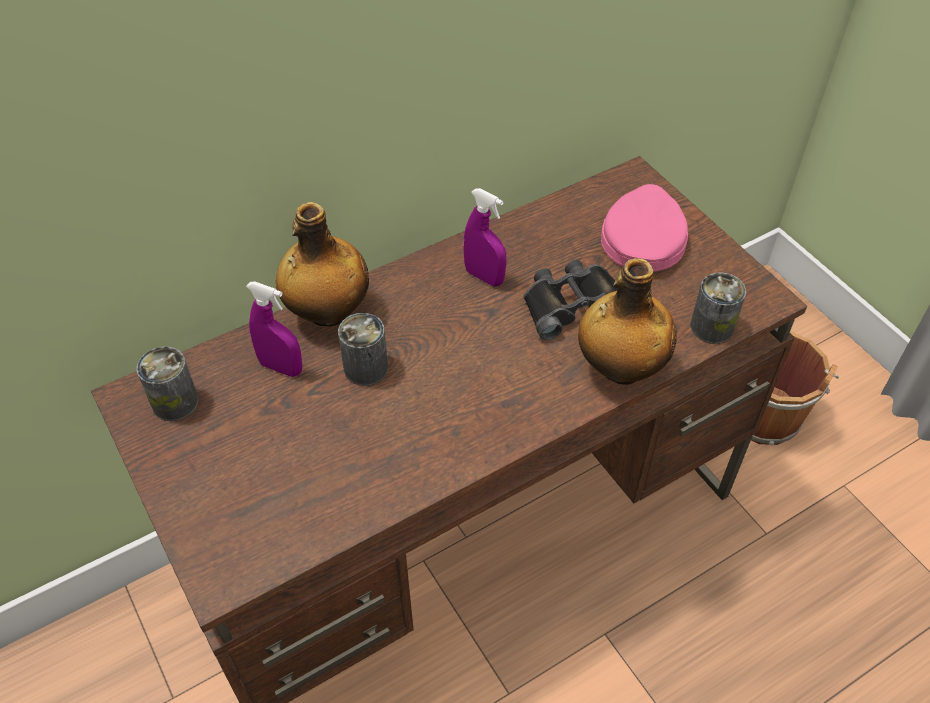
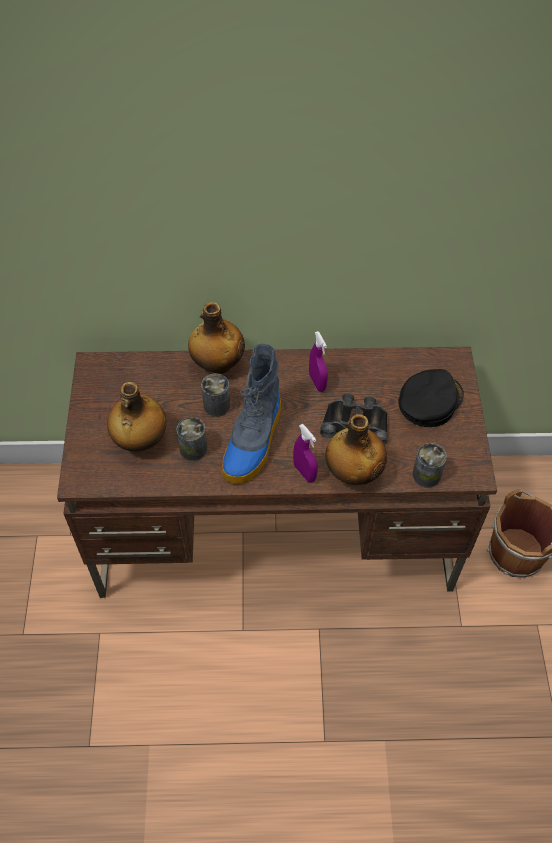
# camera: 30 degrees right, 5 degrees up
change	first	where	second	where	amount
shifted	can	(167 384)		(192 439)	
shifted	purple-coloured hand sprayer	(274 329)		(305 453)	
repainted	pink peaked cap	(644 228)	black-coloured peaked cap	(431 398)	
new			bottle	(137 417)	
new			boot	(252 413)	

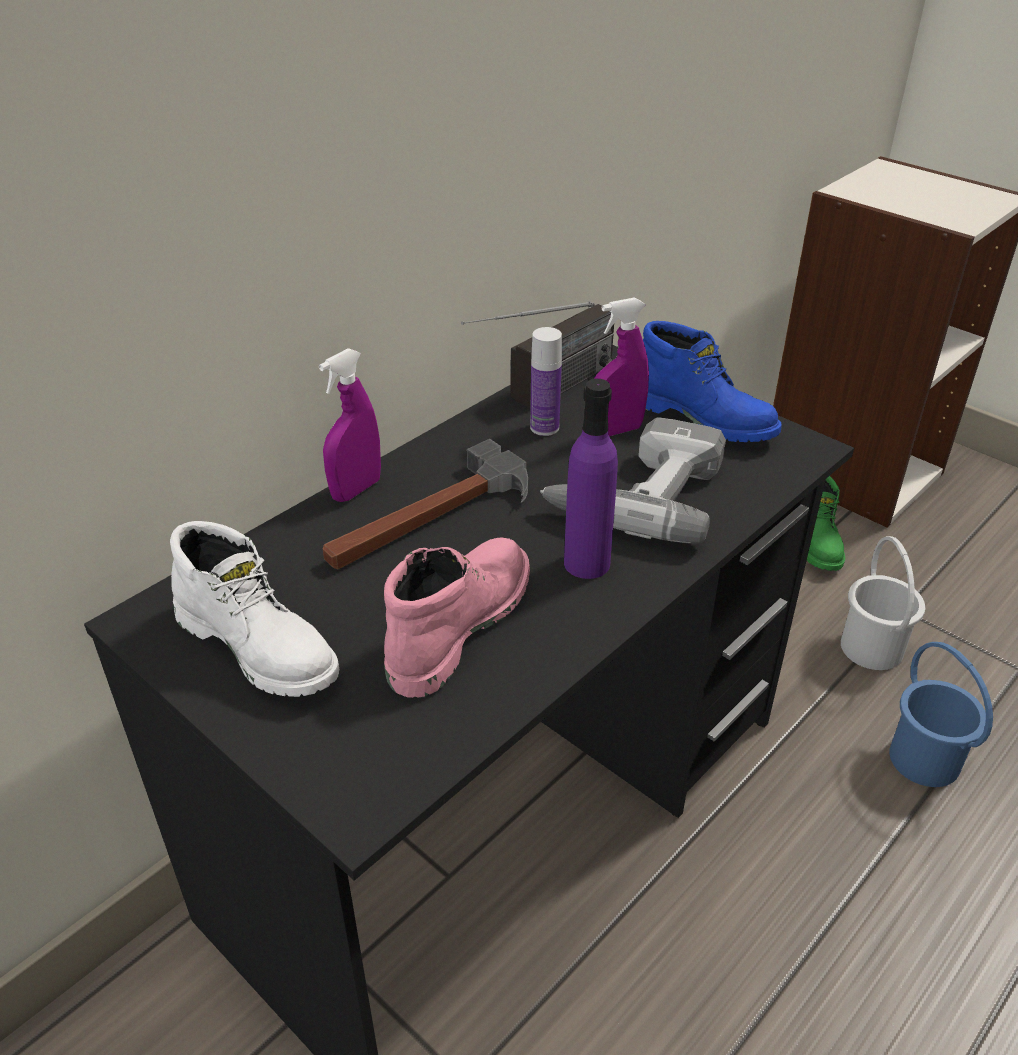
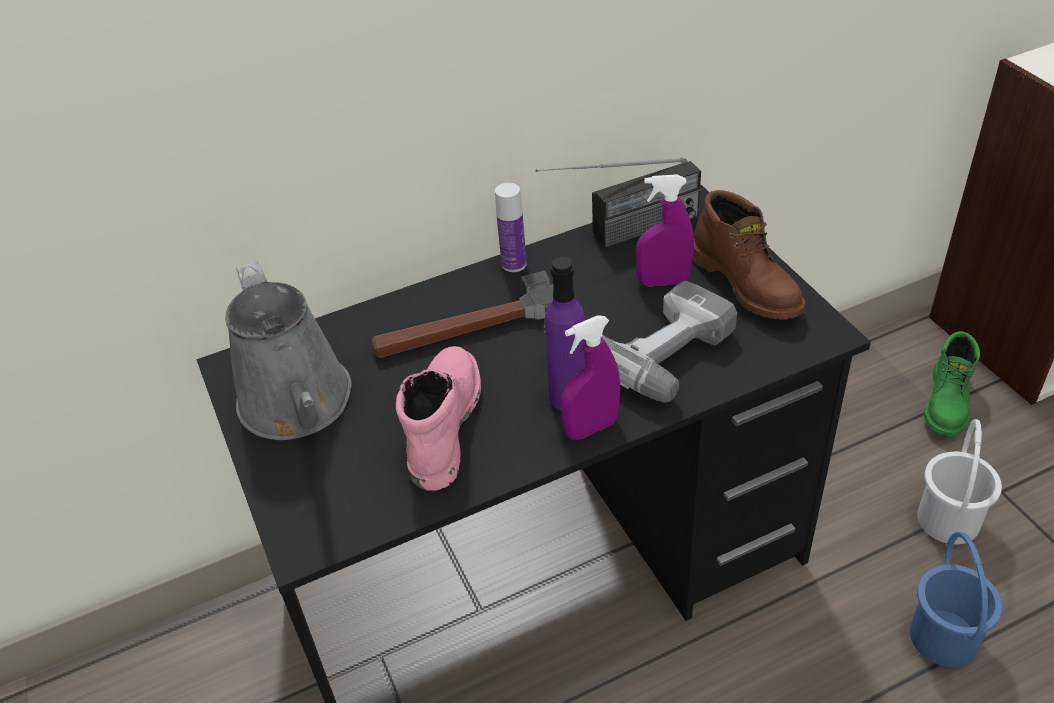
# camera: 25 degrees right, 5 degrees up
change	first	where	second	where	amount
swapped	white boot	(254 609)	gray watering can	(288 350)	
shifted	purple-coloured hand sprayer	(350 425)		(590 377)	
rotated	pink boot	(457 617)		(438 418)	45 degrees counterclockwise
shifted	bottle	(546 381)		(511 227)	
repainted	blue-coloured boot	(712 381)	brown-coloured boot	(749 255)	

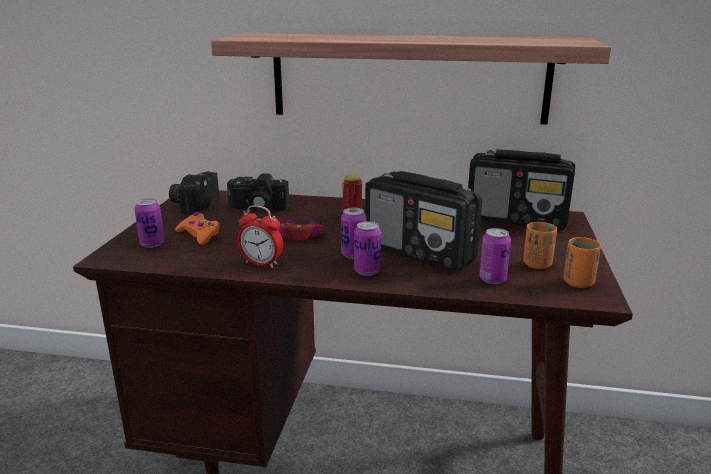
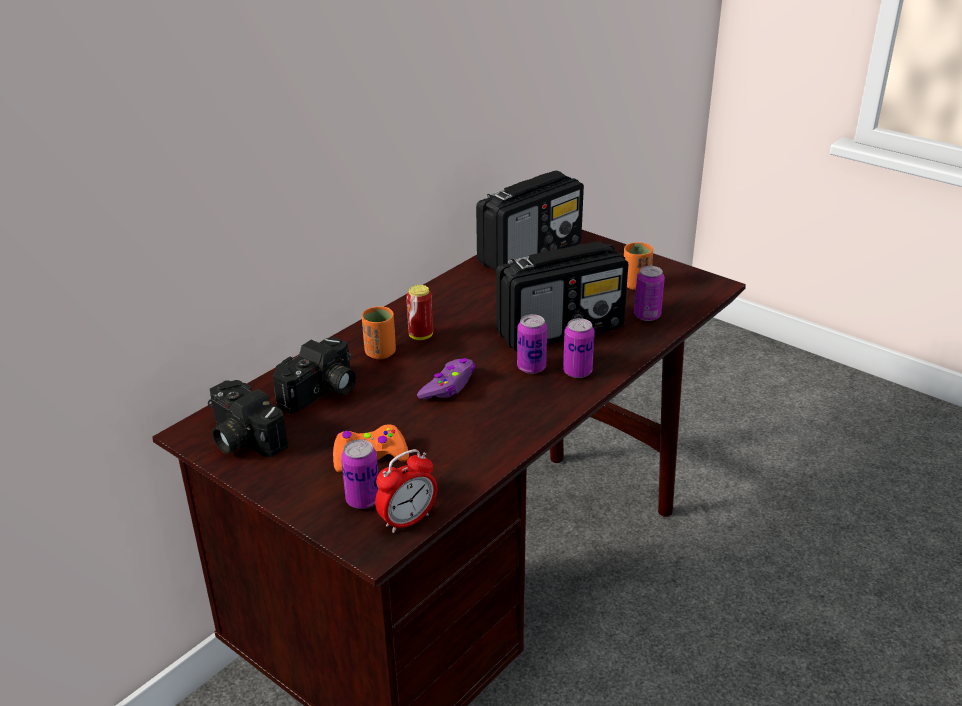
# camera: 60 degrees left, 10 degrees up
change	first	where	second	where	amount
gone	wall shelf	(411 79)			
shifted	alarm clock	(260 236)		(406 491)	
repainted	red-coloured gamepad	(302 230)	purple-coloured gamepad	(446 379)	
shifted	orangey small cup	(582 262)		(379 332)	

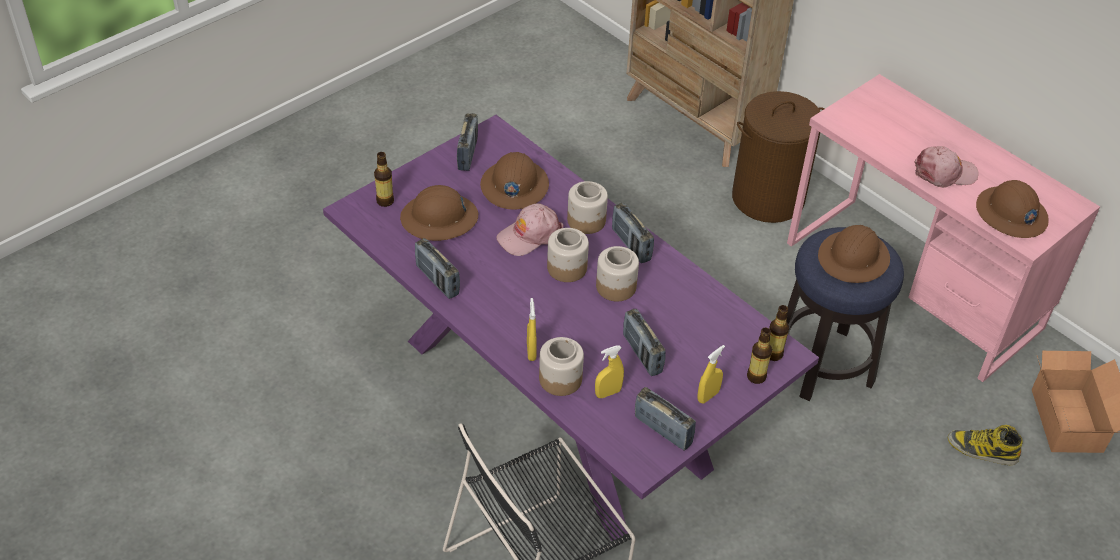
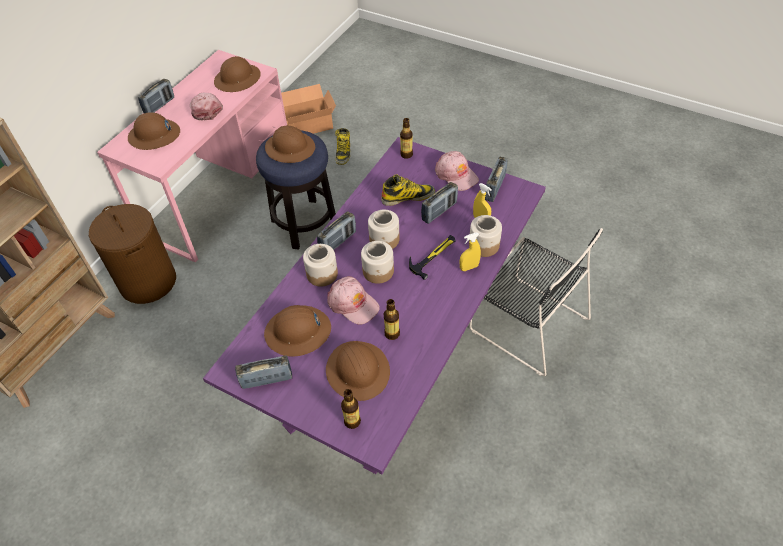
# camera: 105 degrees left, 5 degrees up
change	first	where	second	where	amount
shifted	radio set	(437 268)		(156 96)	
swapped	yellowish hand sprayer	(711 374)	pink peaked cap	(457 171)	
shifted	bottle	(759 356)		(392 319)	
new			brown-coloured safety helmet	(154 131)	
new			boot	(408 190)	
new			hammer	(432 257)	

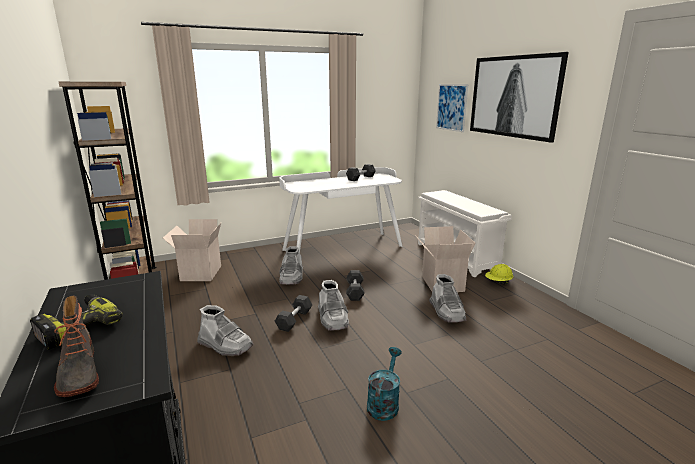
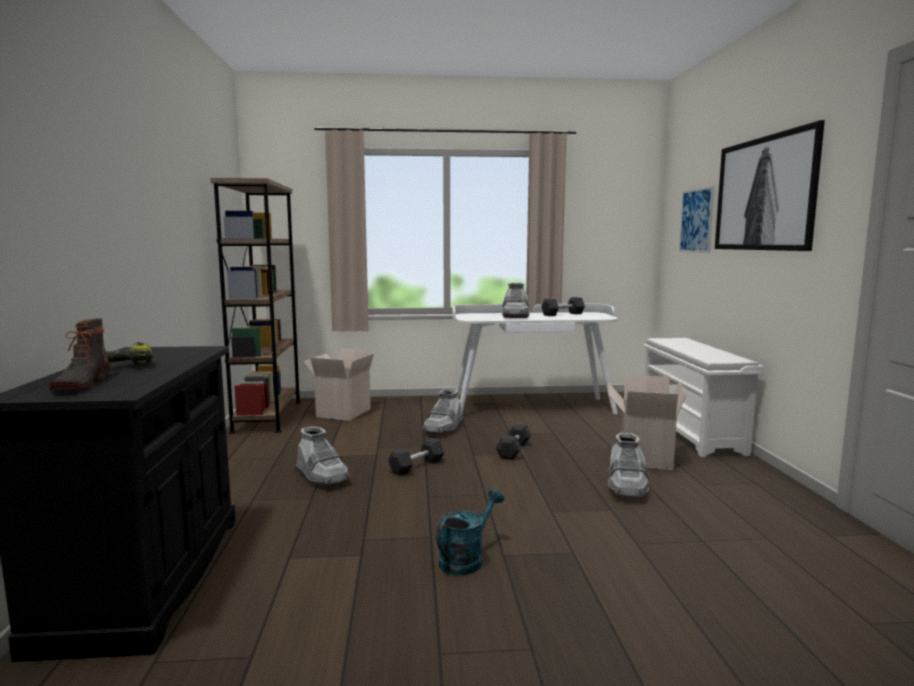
# camera: 20 degrees right, 10 degrees down
change	first	where	second	where	amount
shifted	gray boot	(333 305)		(516 300)	
gone	yellowish safety helmet	(499 274)			

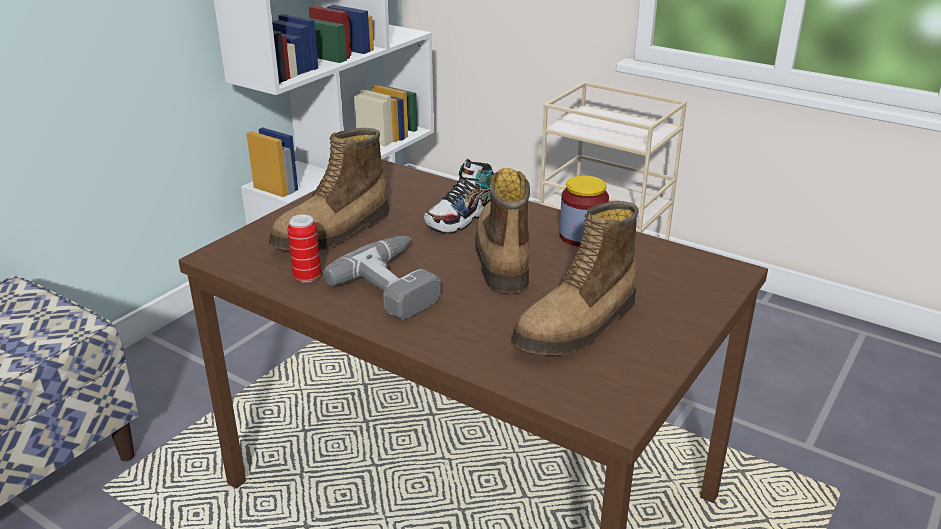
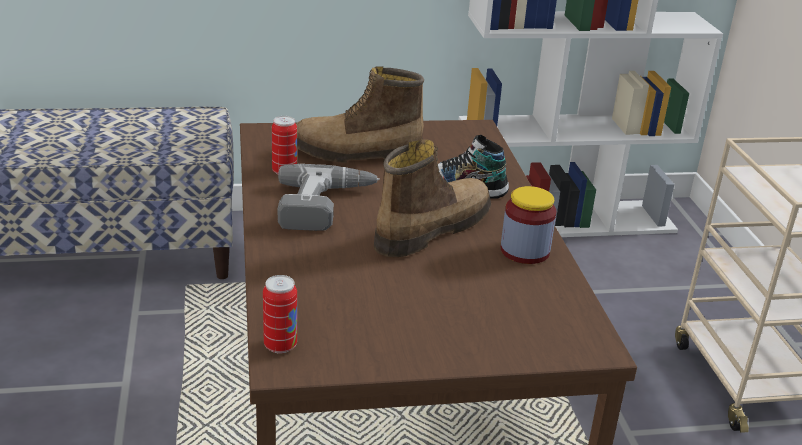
# camera: 45 degrees right, 0 degrees up
change	first	where	second	where	amount
gone	boot	(575 278)			
new			can	(280 314)	

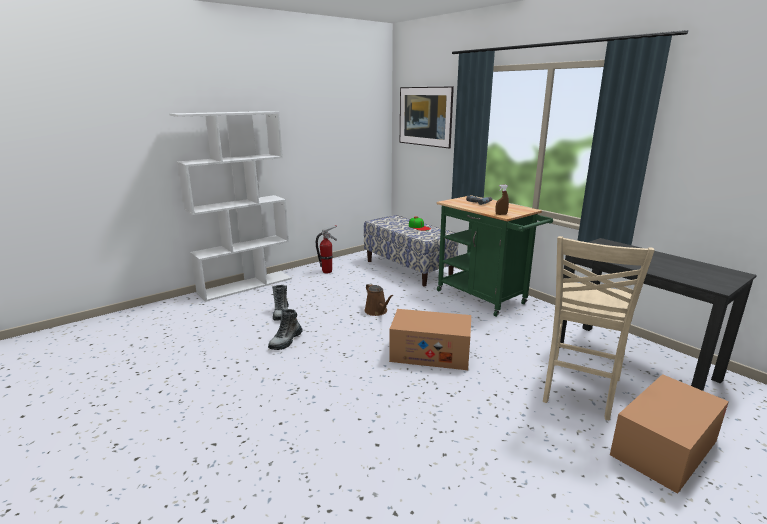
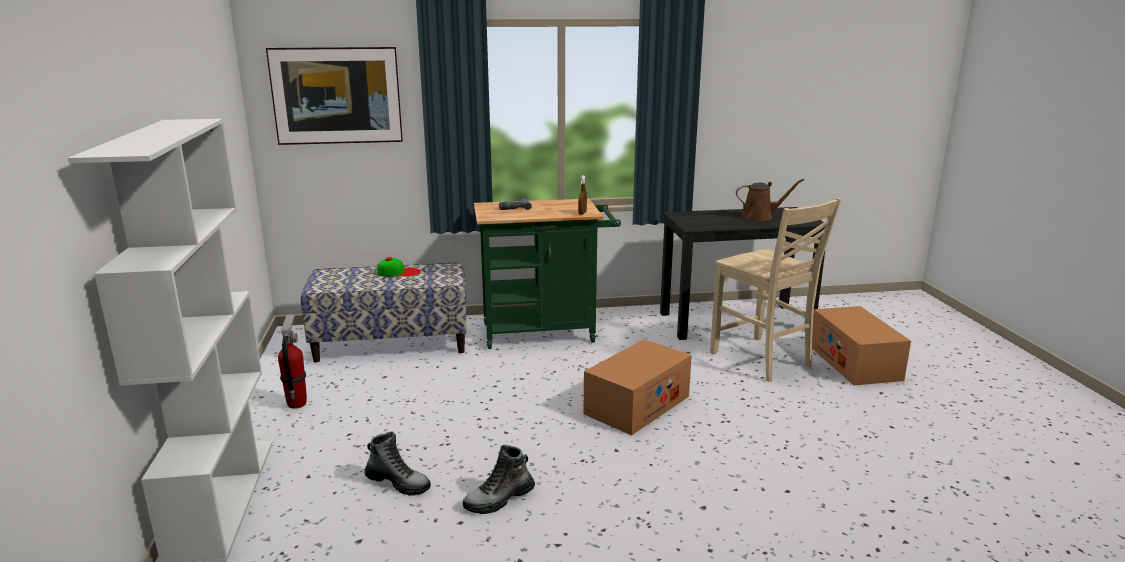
# camera: 60 degrees left, 0 degrees up
change	first	where	second	where	amount
rotated	boot	(285 329)		(499 479)	90 degrees clockwise
shifted	brown-coloured watering can	(379 299)		(770 200)	

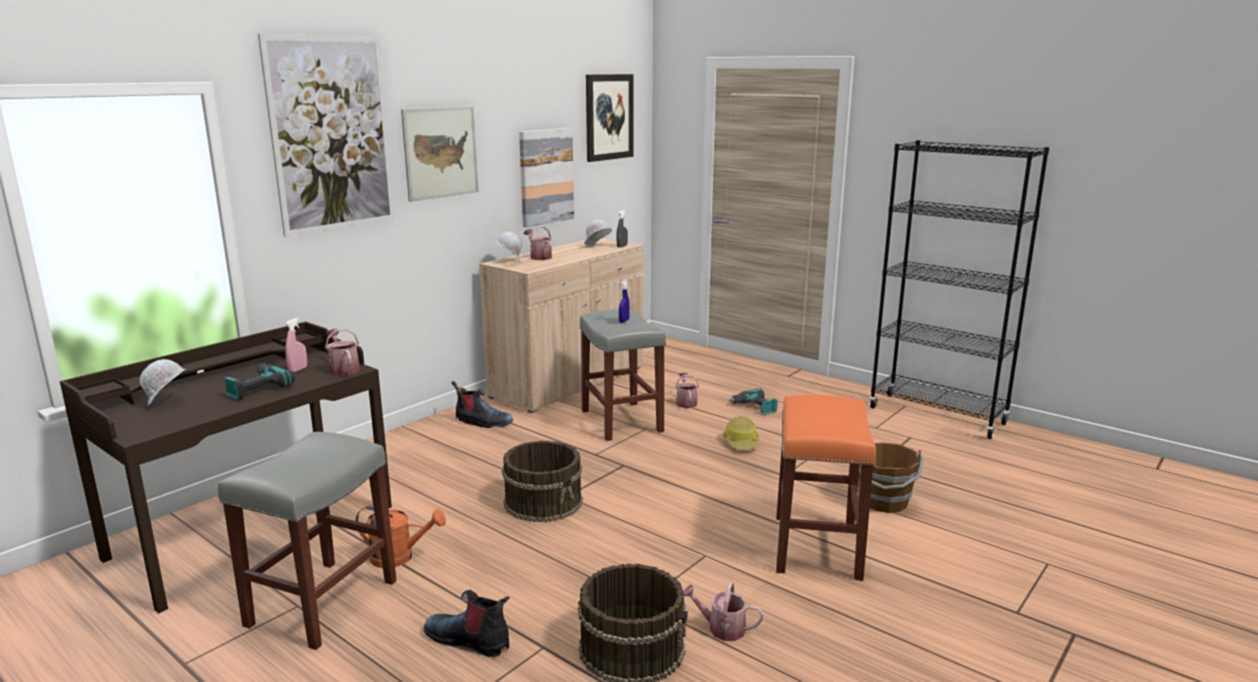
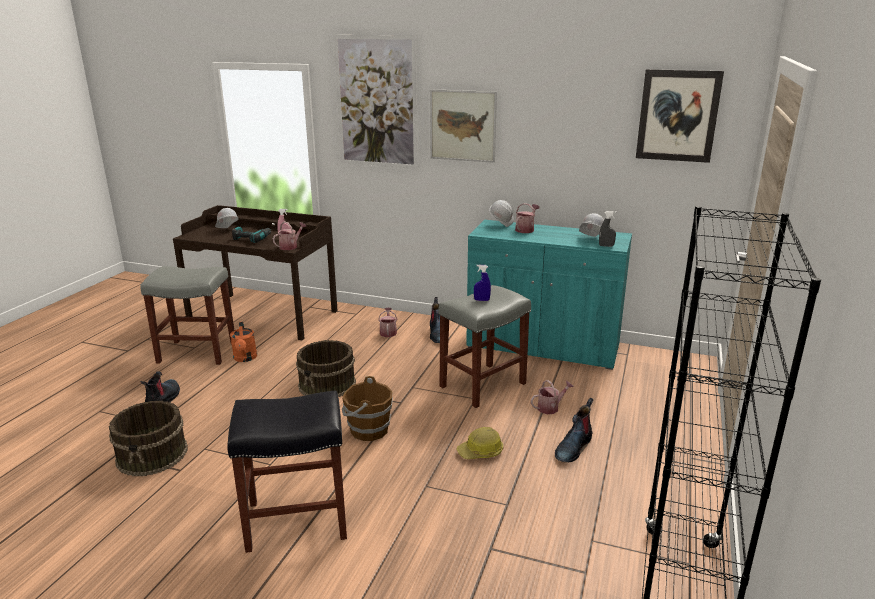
# camera: 70 degrees right, 5 degrees up
change	first	where	second	where	amount
repainted	beige-coloured cabinet	(561 325)	blue-green cabinet	(549 295)	
gone	picture	(546 177)			
shifted	watering can	(723 611)		(387 322)	
swapped	electric drill	(753 401)	boot	(574 430)	
repainted	orangey stool	(826 488)	black-coloured stool	(287 471)	
shifted	brown-coloured bucket	(891 478)		(367 408)	

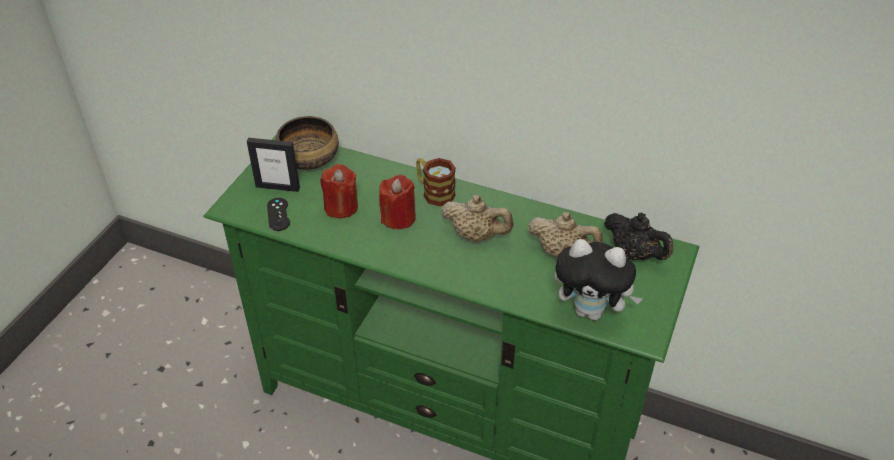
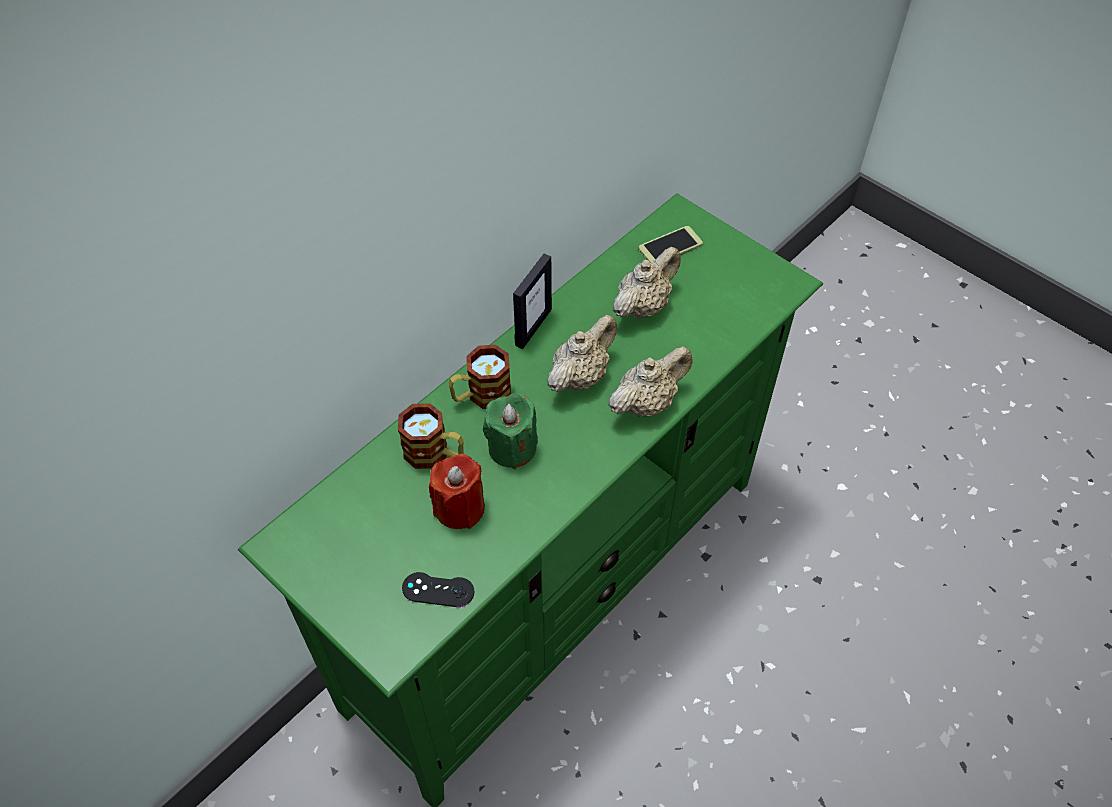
# camera: 70 degrees left, 10 degrees up
change	first	where	second	where	amount
shifted	standing frame	(273 165)		(532 301)	
gone	serving bowl	(307 143)			
repainted	red-coloured wax light	(397 201)	green-coloured wax light	(510 431)	
gone	soft toy	(598 280)			
swapped	black-coloured pot for tea	(638 236)	handset	(671 244)	
new			coffee mug	(431 436)	
new			beige-coloured pot for tea	(650 381)	

